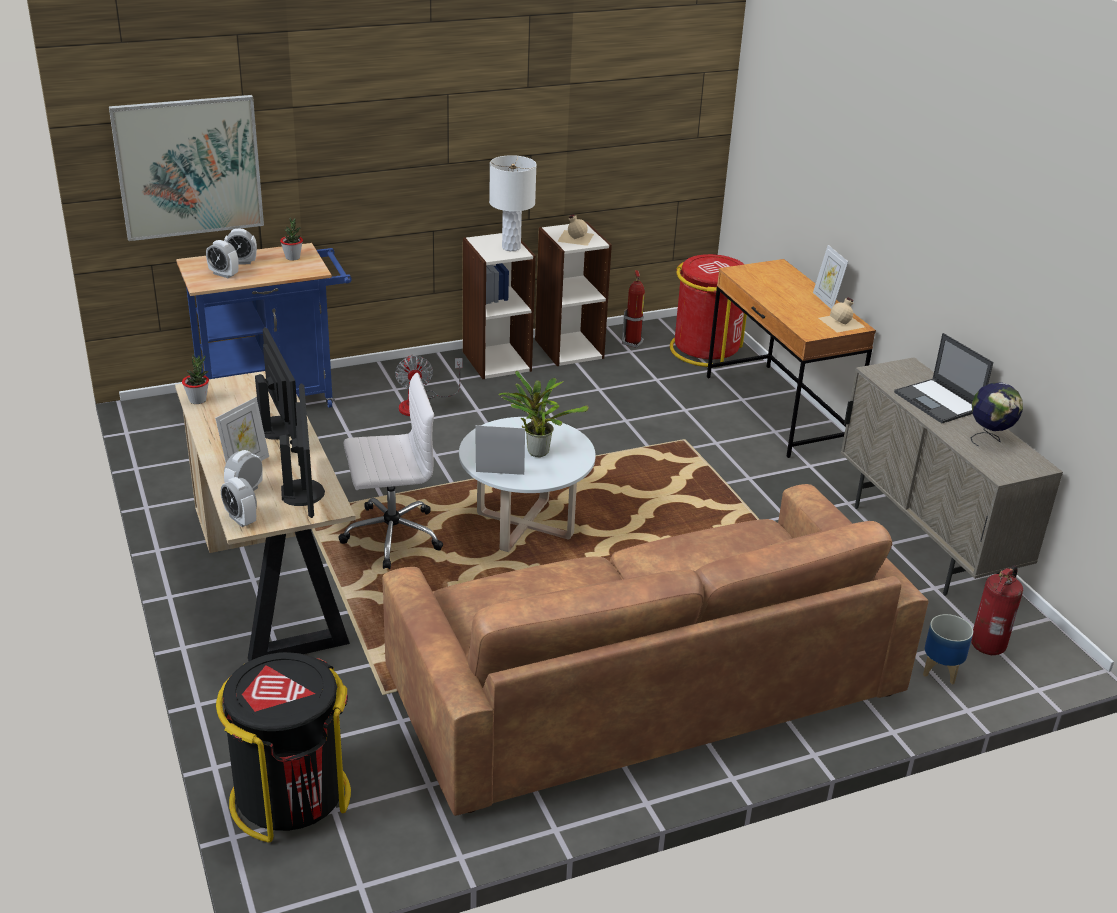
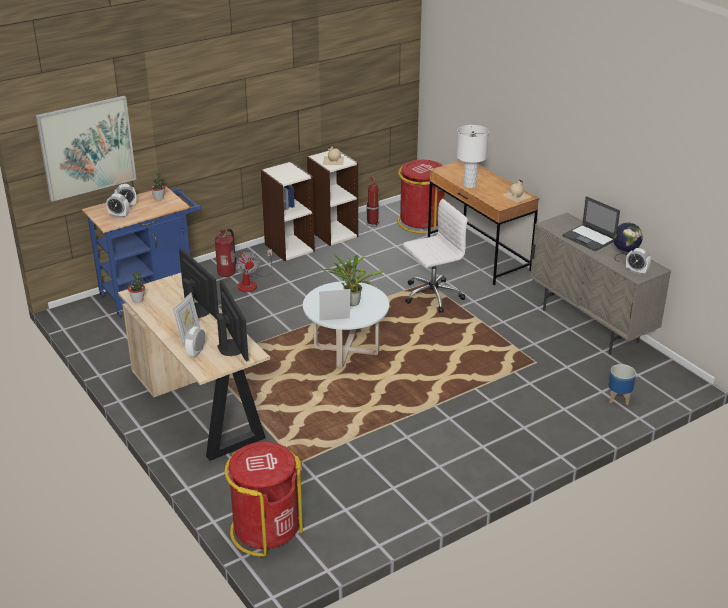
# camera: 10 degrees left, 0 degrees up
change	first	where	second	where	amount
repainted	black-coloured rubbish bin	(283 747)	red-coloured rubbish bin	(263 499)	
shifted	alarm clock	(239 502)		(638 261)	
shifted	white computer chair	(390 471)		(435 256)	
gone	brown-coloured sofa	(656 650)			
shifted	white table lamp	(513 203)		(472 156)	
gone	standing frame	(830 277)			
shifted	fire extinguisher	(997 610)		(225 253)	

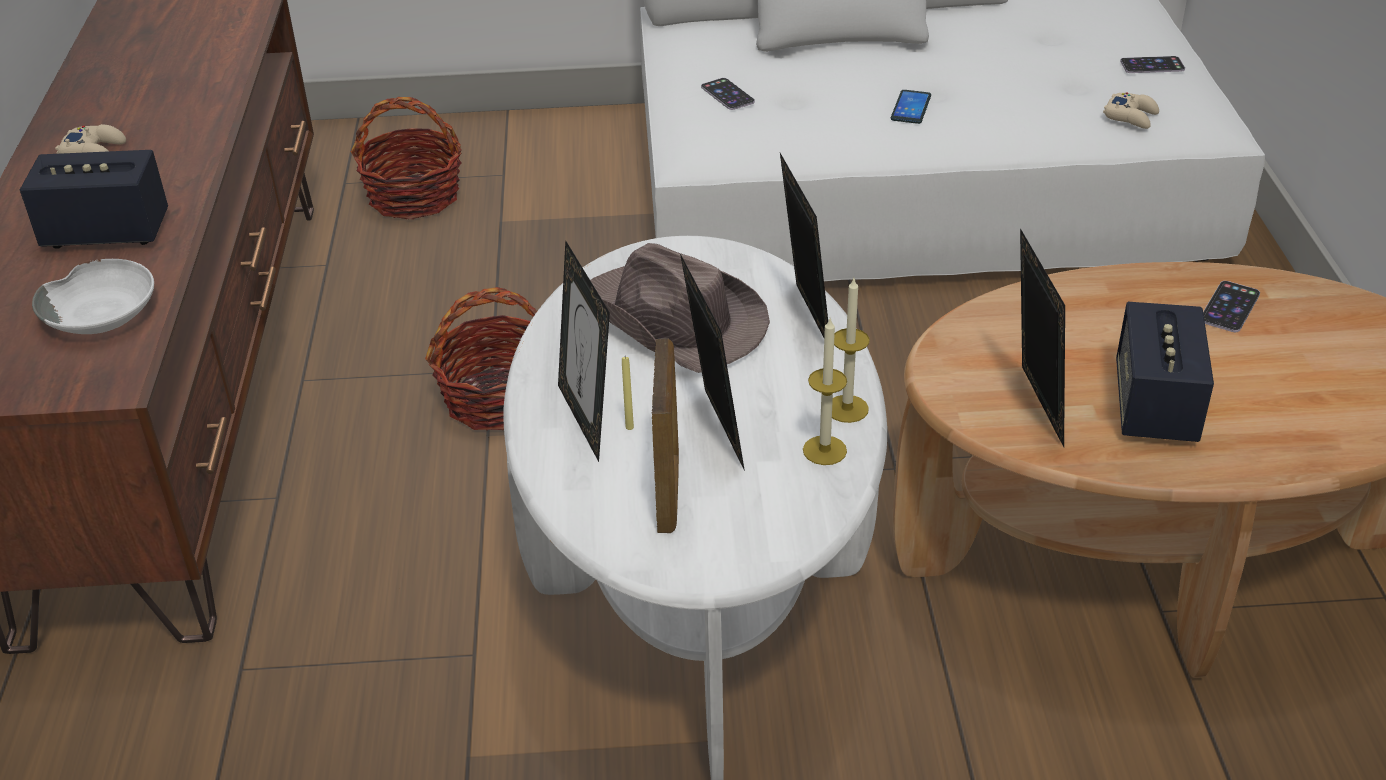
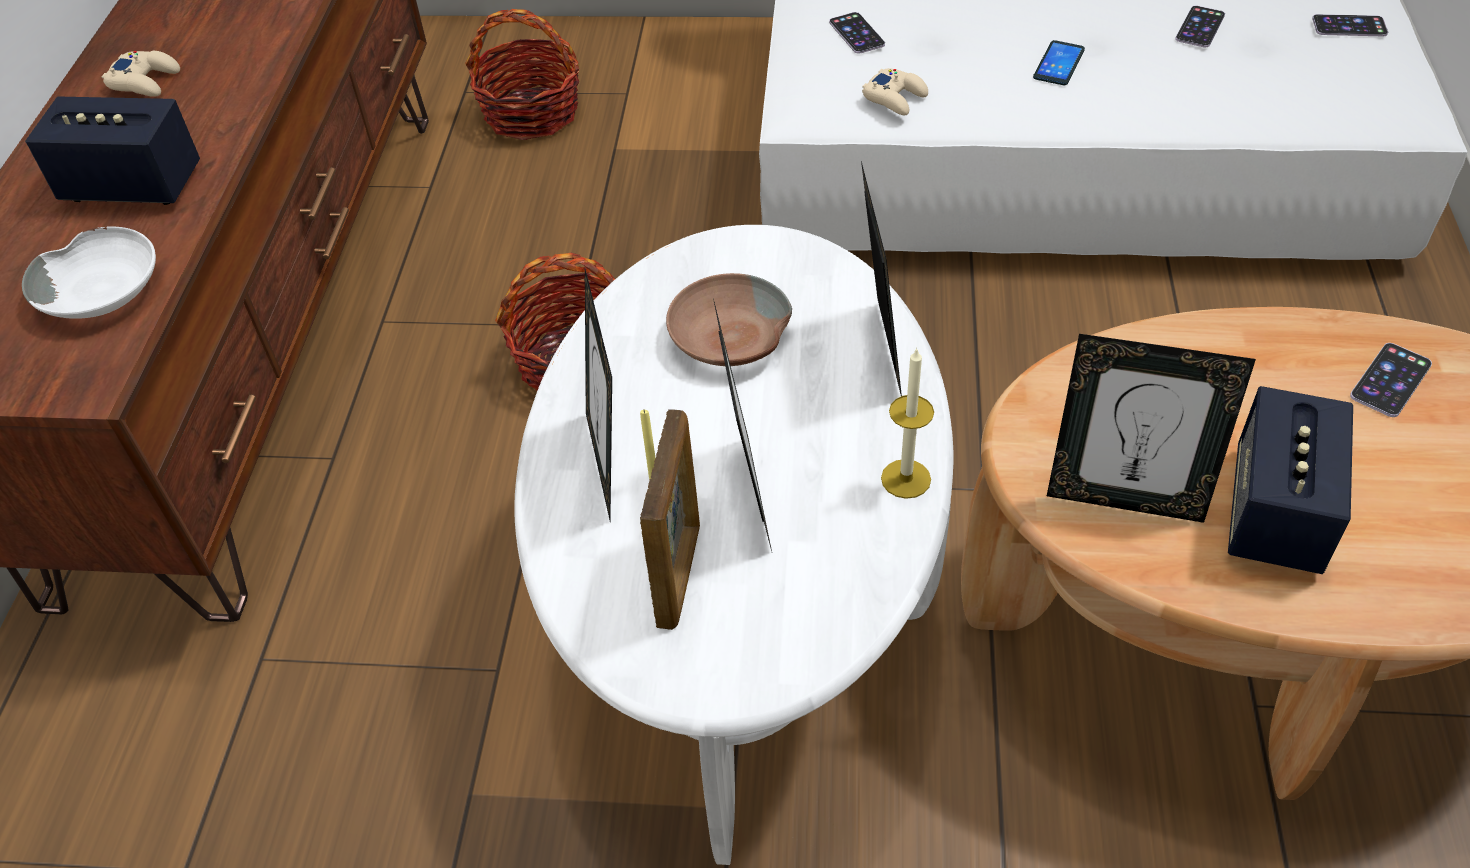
# camera: 10 degrees right, 10 degrees up
change	first	where	second	where	amount
swapped	brown-coloured hat	(680 308)	brown-coloured serving bowl	(729 319)	
gone	wax light	(825 391)			
rotated	standing frame	(1042 337)		(1151 428)	105 degrees clockwise
shifted	beige-coloured gamepad	(1131 110)		(895 91)	
new			handset	(1200 26)	

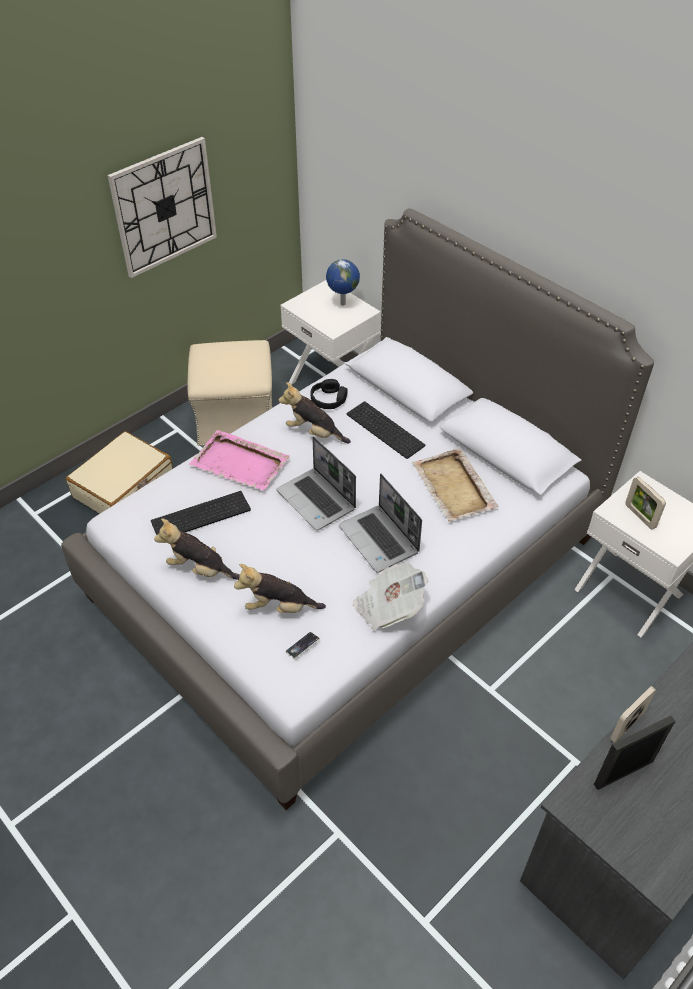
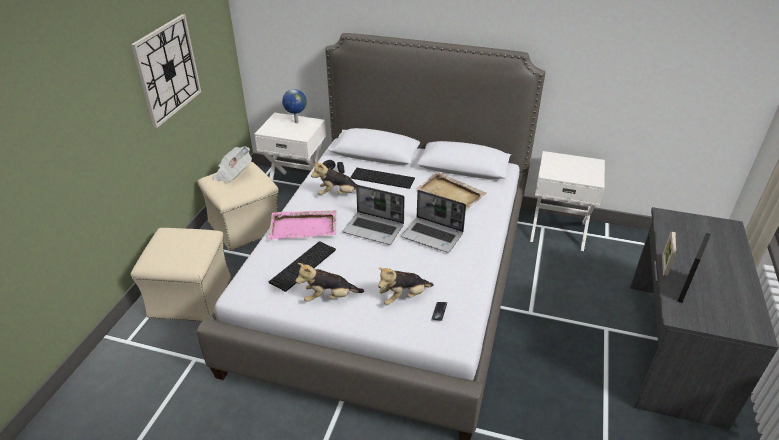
# camera: 30 degrees left, 10 degrees down
change	first	where	second	where	amount
swapped	beige-coloured suitcase	(119 472)	beige-coloured pouffe	(181 275)	
shifted	newspaper	(390 596)		(232 164)	
gone	standing frame	(645 503)			

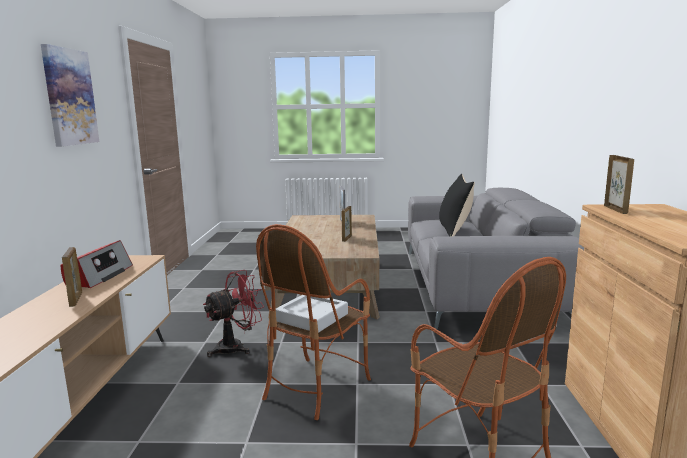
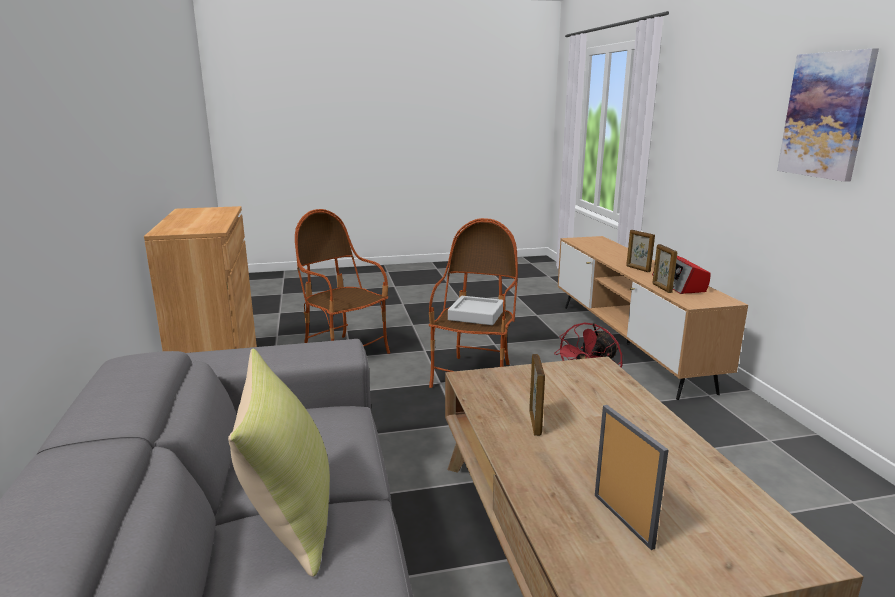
# camera: 165 degrees right, 5 degrees up
change	first	where	second	where	amount
repainted	black-coloured cushion	(457 205)	yellowish cushion	(279 463)	
shifted	standing frame	(619 184)		(664 268)	

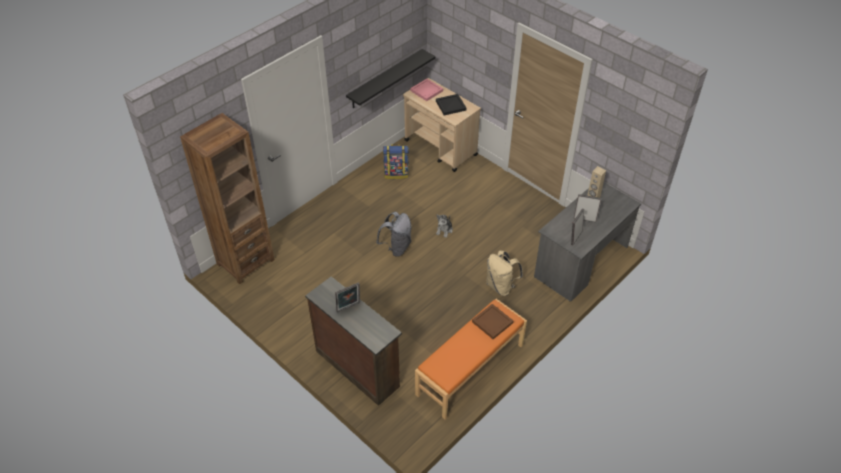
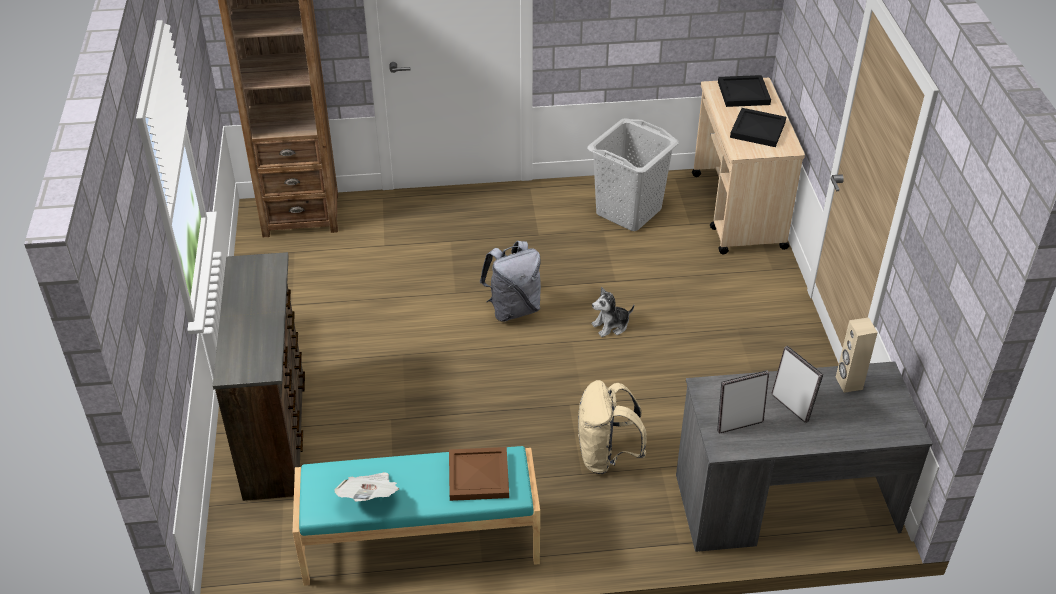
# camera: 40 degrees right, 5 degrees down
change	first	where	second	where	amount
gone	standing frame	(347 297)			
gone	black-coloured wall shelf	(391 78)			
swapped	backpack	(396 161)	gray laundry basket	(633 174)	
repainted	pink tray	(426 90)	black-coloured tray	(744 91)	
repainted	orangey long seat	(471 359)	blue-green long seat	(416 516)	
new			newspaper	(366 486)	

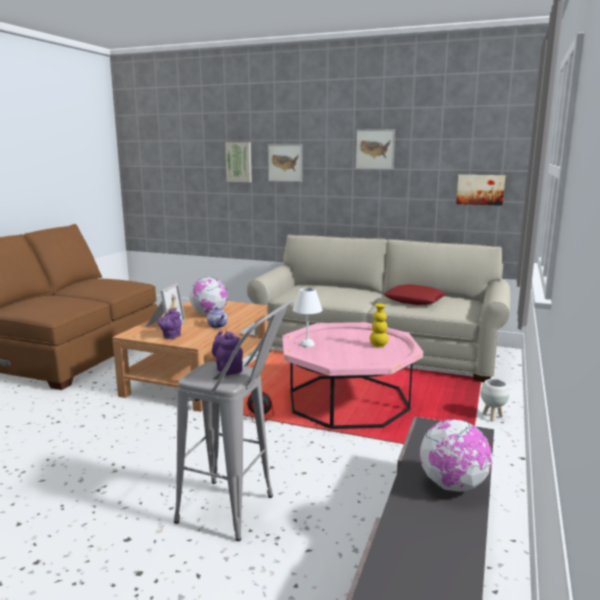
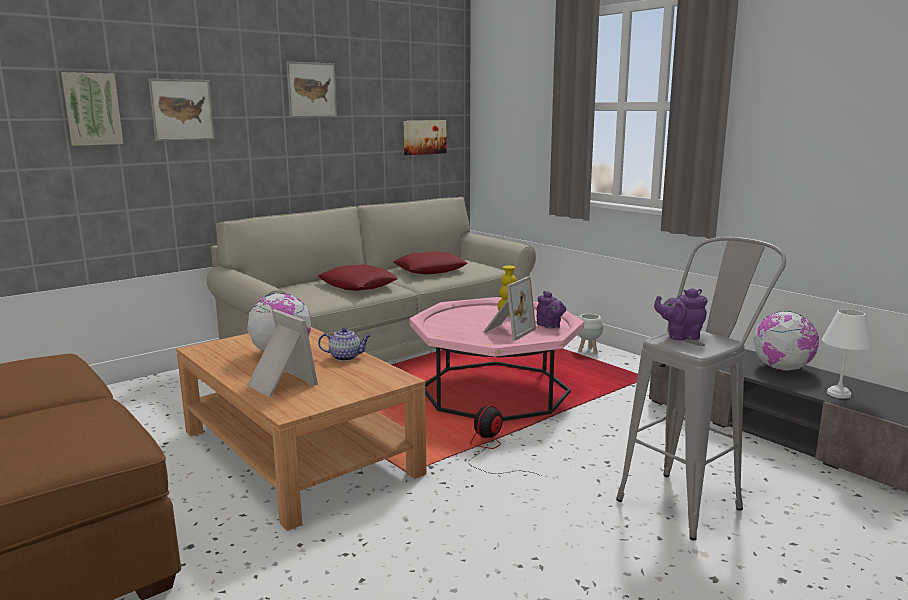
# camera: 60 degrees left, 0 degrees up
change	first	where	second	where	amount
shifted	purple-coloured pot for tea	(169 323)		(551 310)	
shifted	white table lamp	(307 317)		(847 354)	
new			red-coloured cushion	(358 278)	
new			standing frame	(509 308)	

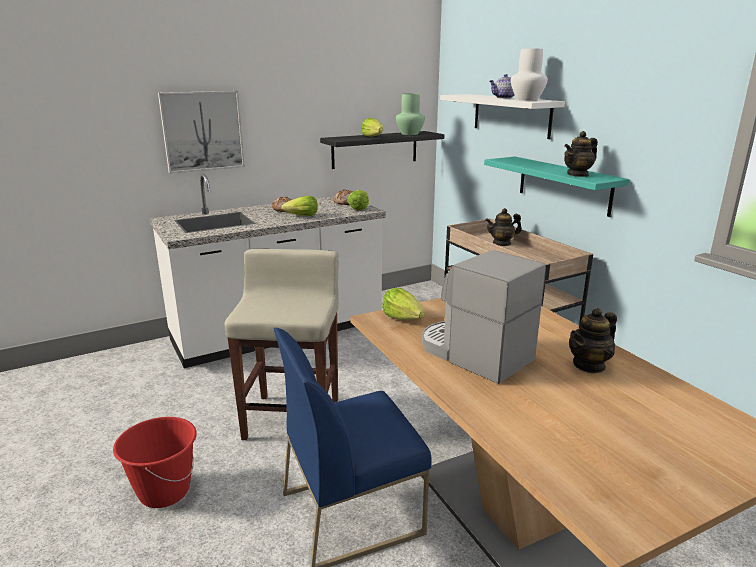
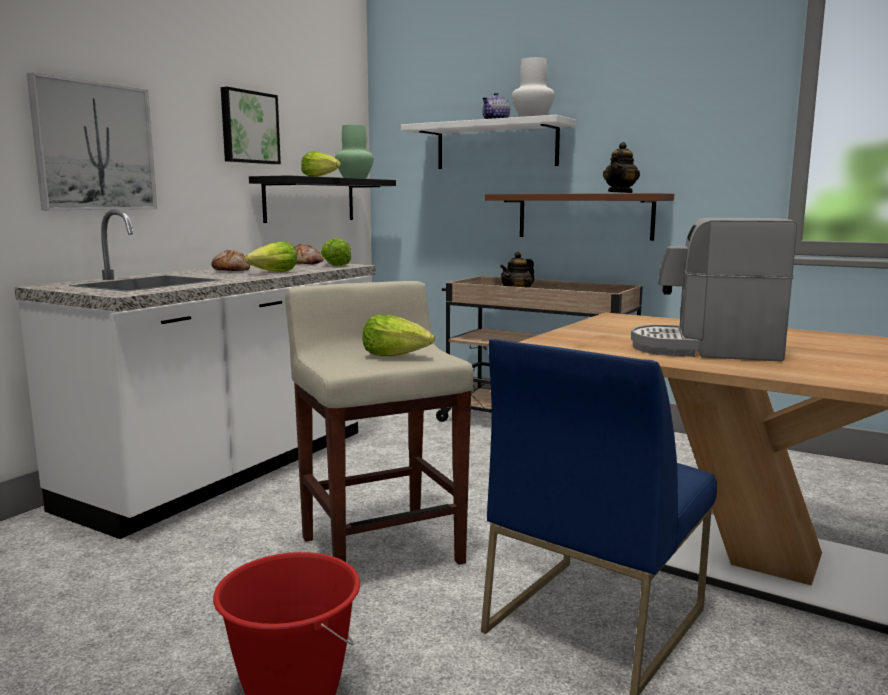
# camera: 30 degrees left, 10 degrees down
change	first	where	second	where	amount
shifted	head of lettuce	(403 304)		(398 335)	
repainted	blue-green wall shelf	(557 187)	brown-coloured wall shelf	(579 217)	
gone	pot for tea	(593 340)			
new			picture	(251 125)	

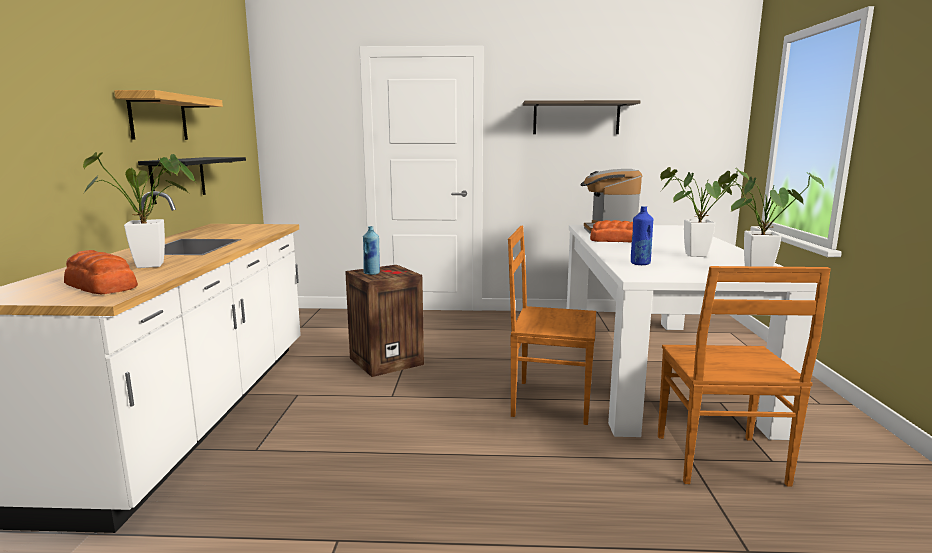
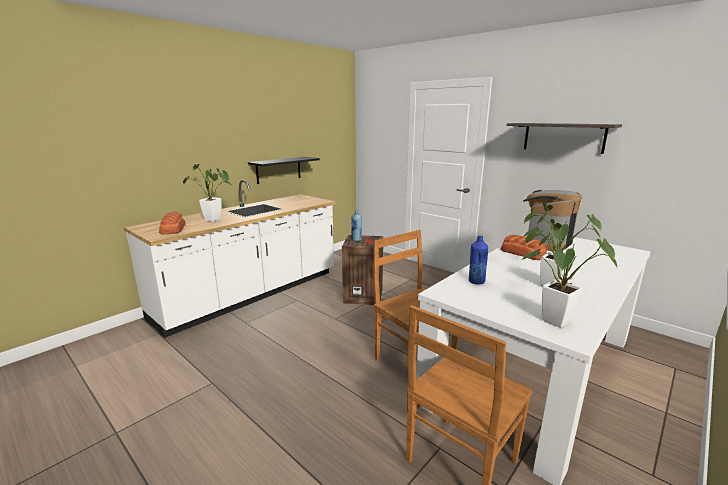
# camera: 40 degrees right, 5 degrees up
change	first	where	second	where	amount
gone	wall shelf	(168 115)			

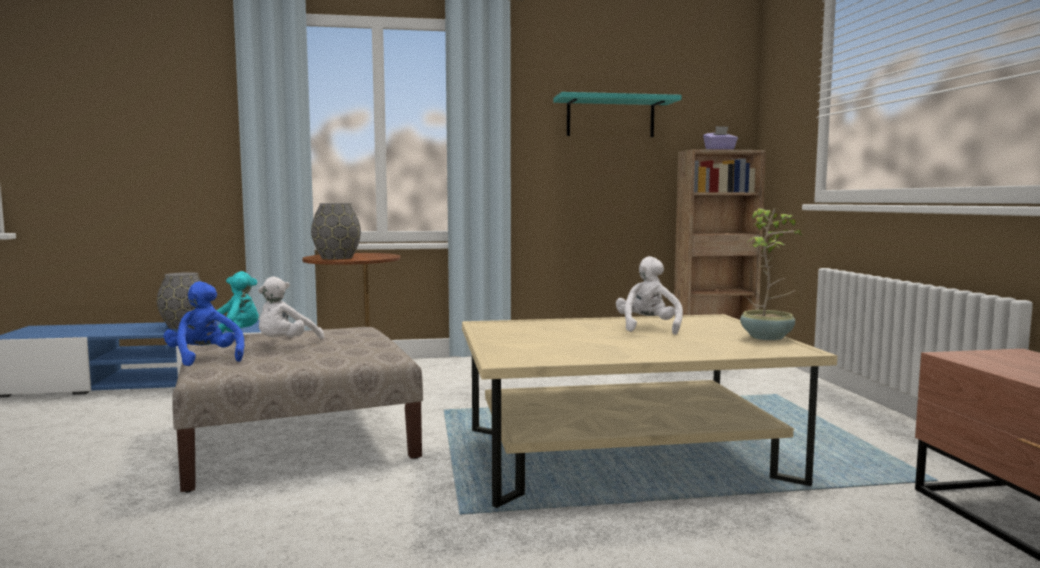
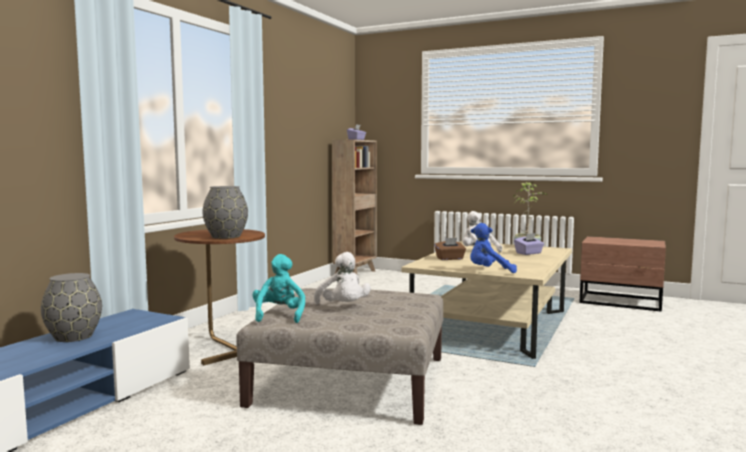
# camera: 55 degrees left, 0 degrees up
change	first	where	second	where	amount
shifted	blue-coloured soft toy	(204 323)		(493 248)	
gone	blue-green wall shelf	(617 114)			
new			brown-coloured tissue holder	(450 249)	
new			purple-coloured tissue holder	(529 244)	

